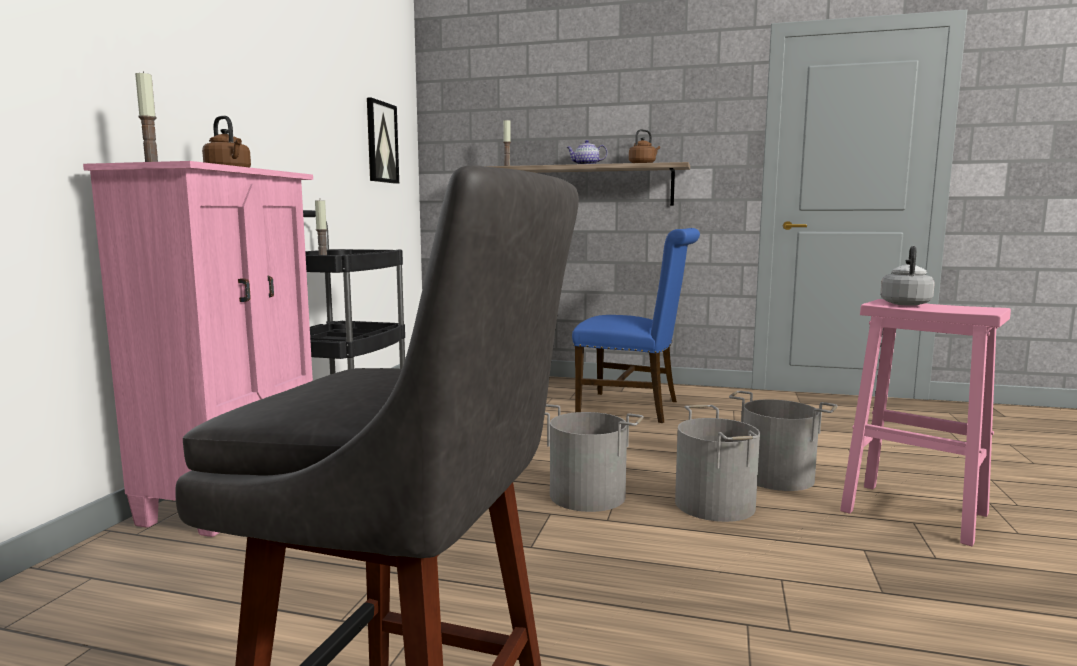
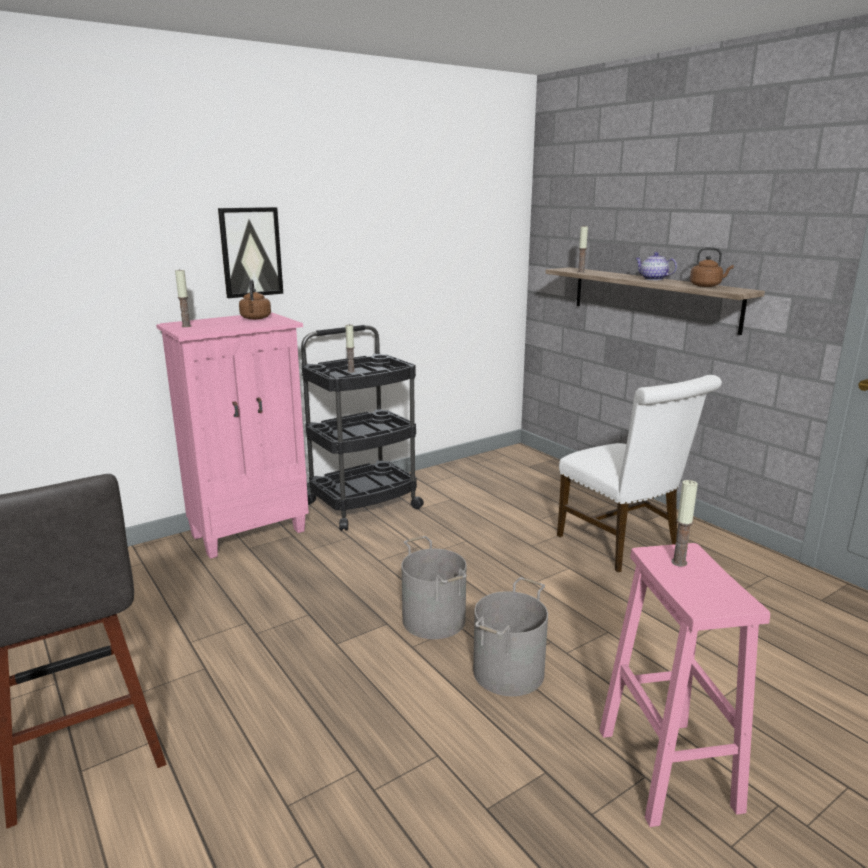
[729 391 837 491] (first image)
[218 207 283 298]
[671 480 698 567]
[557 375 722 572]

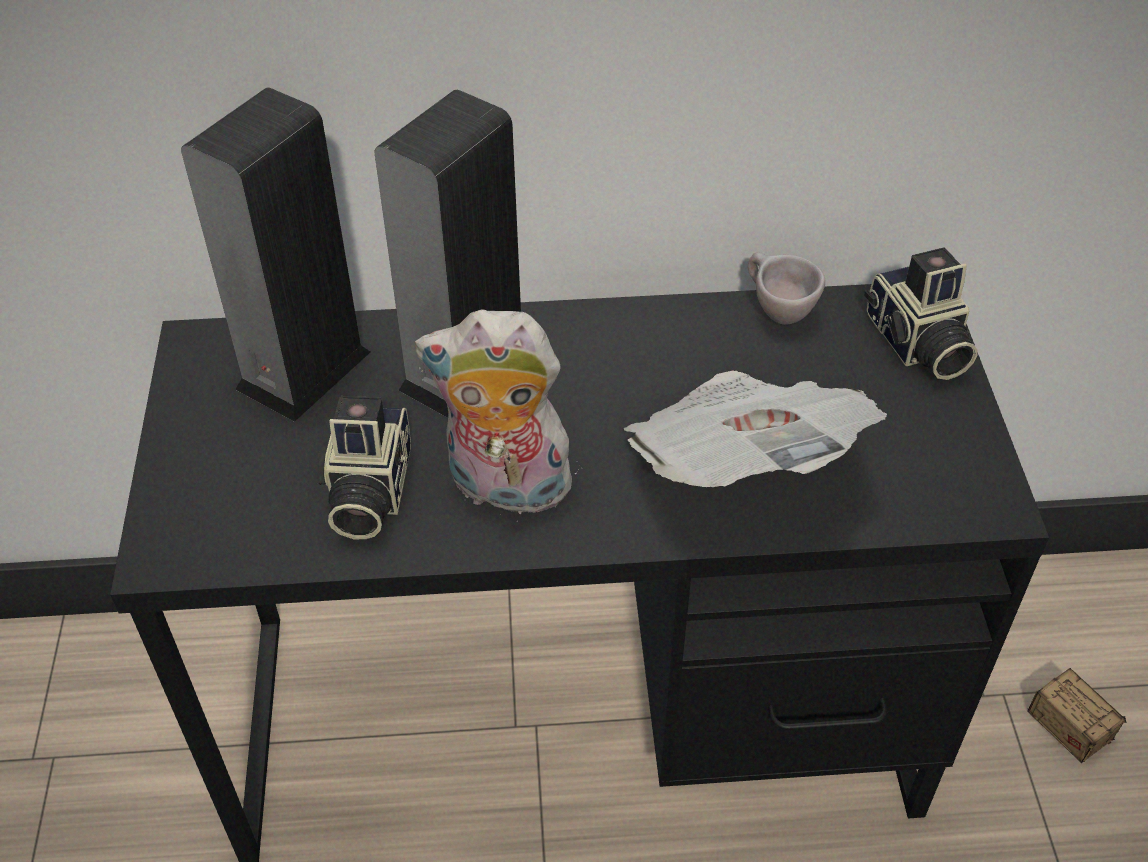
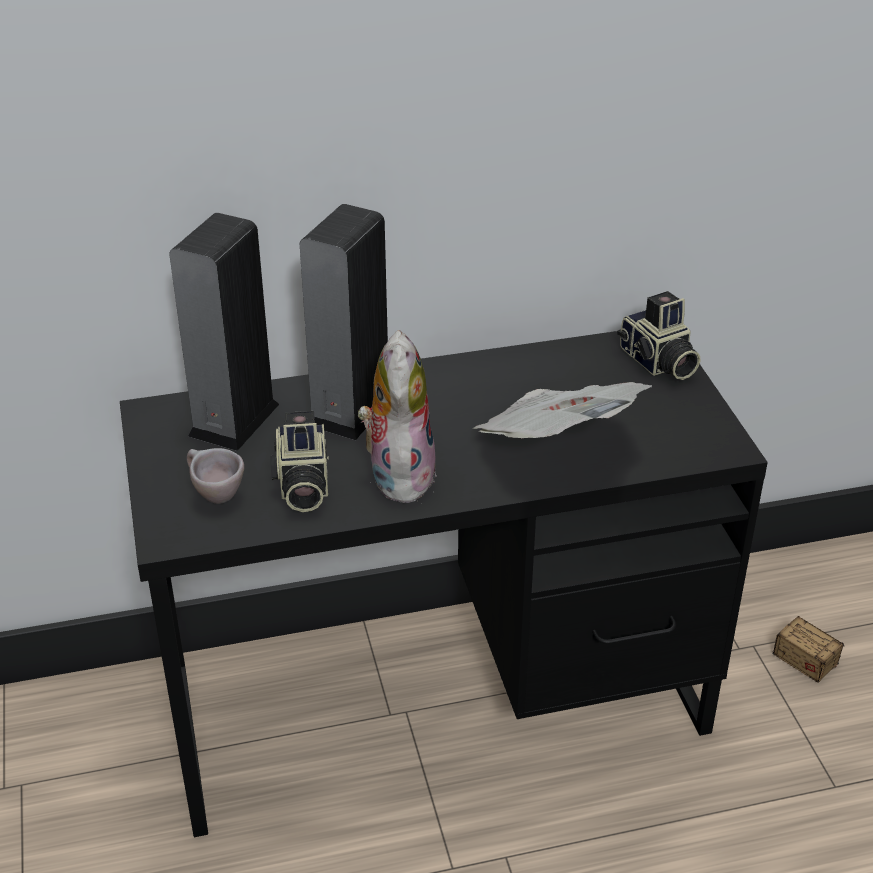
[187 448 244 504]
[358 330 437 504]

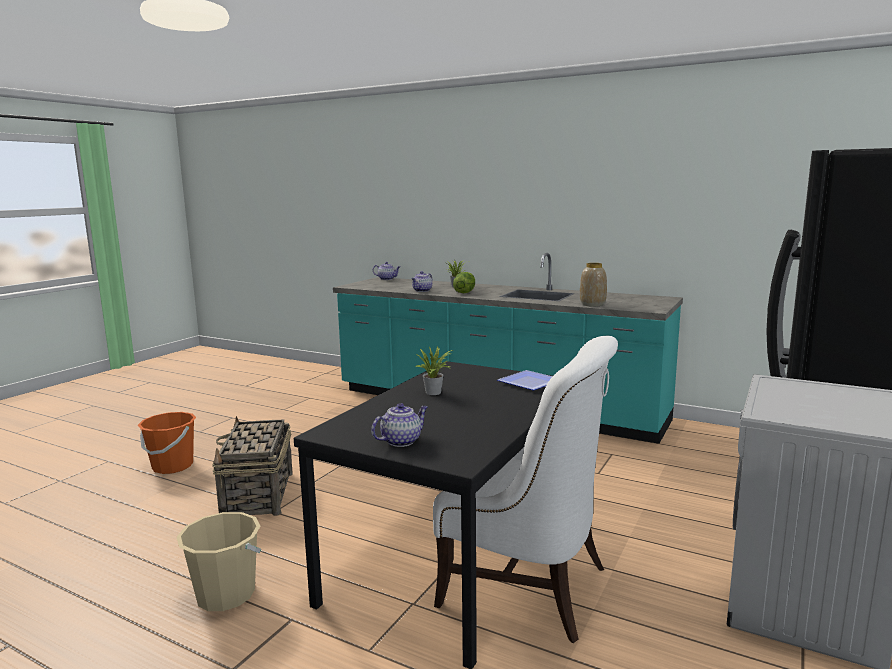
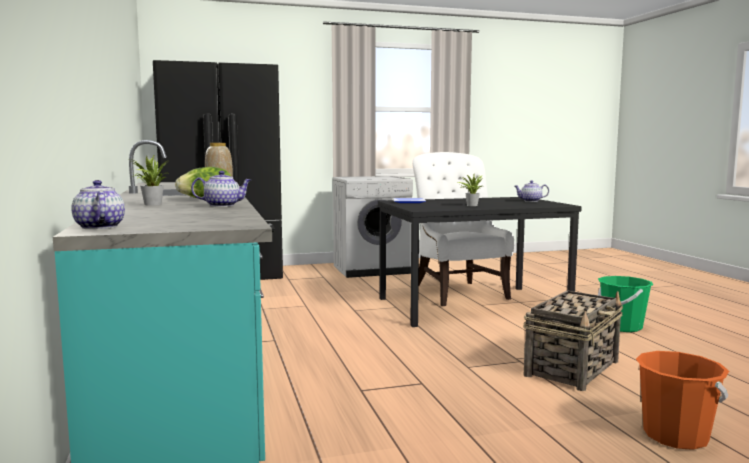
[598 276 654 332]

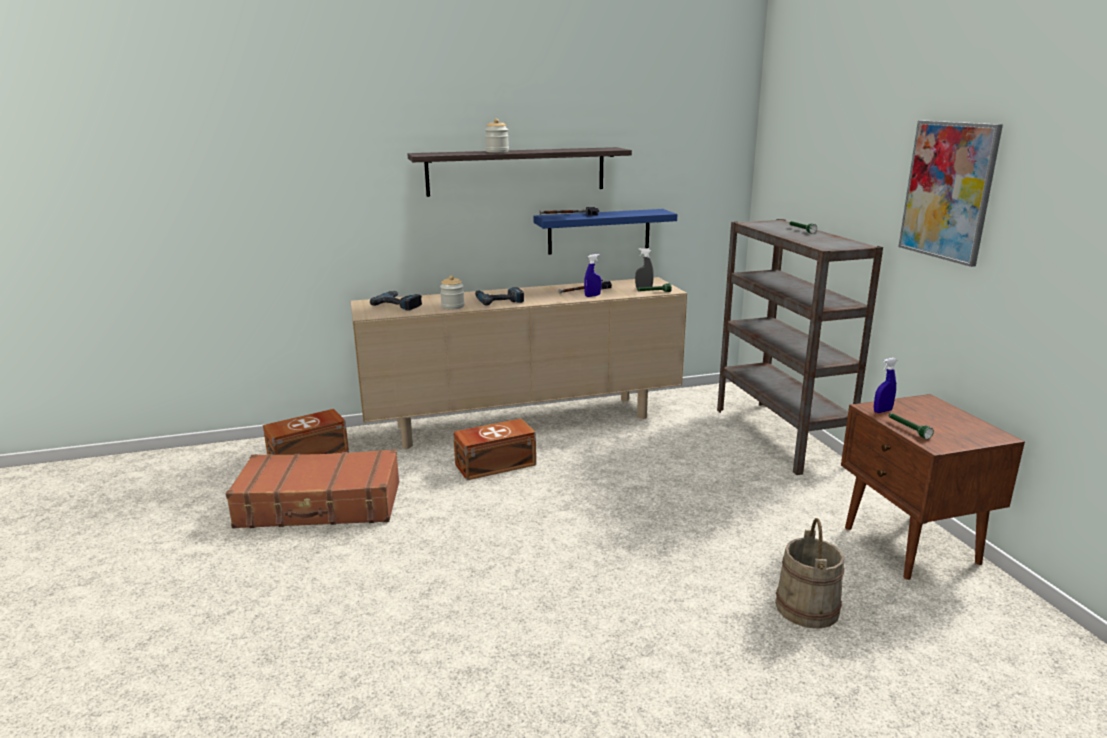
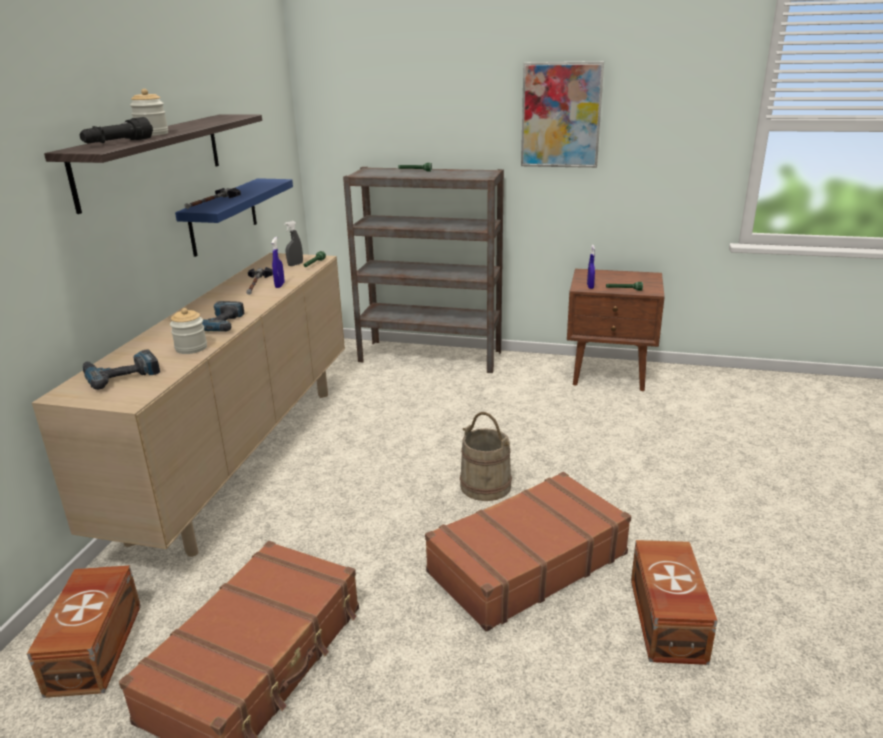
[80 117 153 144]
[425 472 631 632]
[631 540 718 665]
[460 412 512 501]

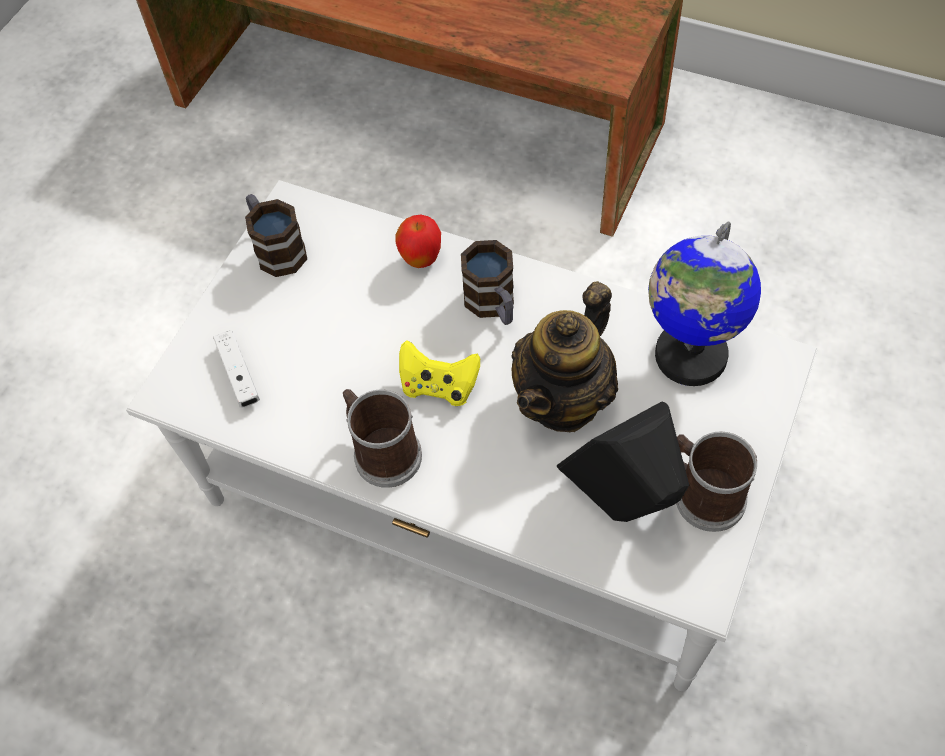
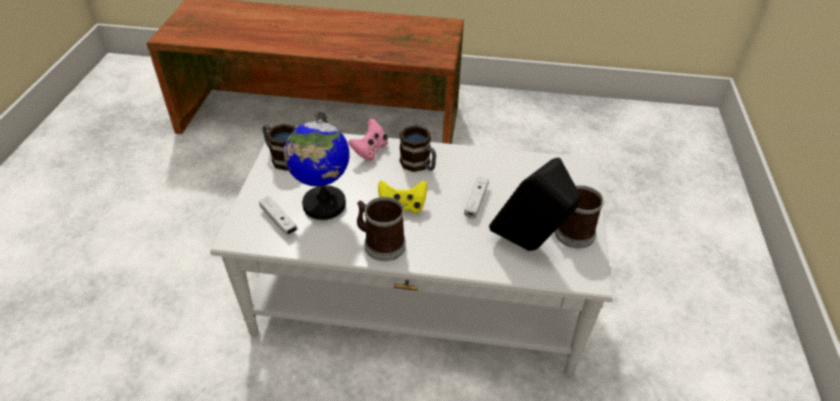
[284 111 350 220]
[348 119 388 161]
[464 177 489 219]

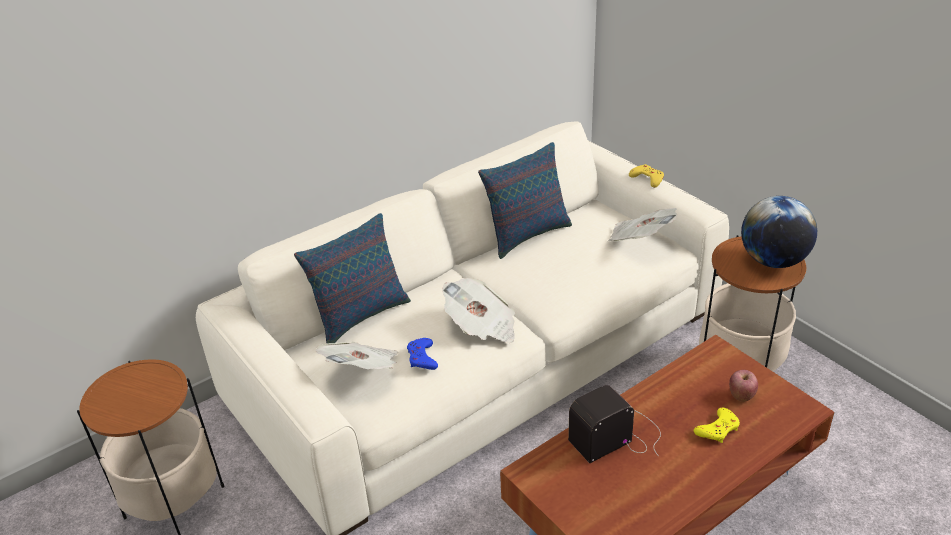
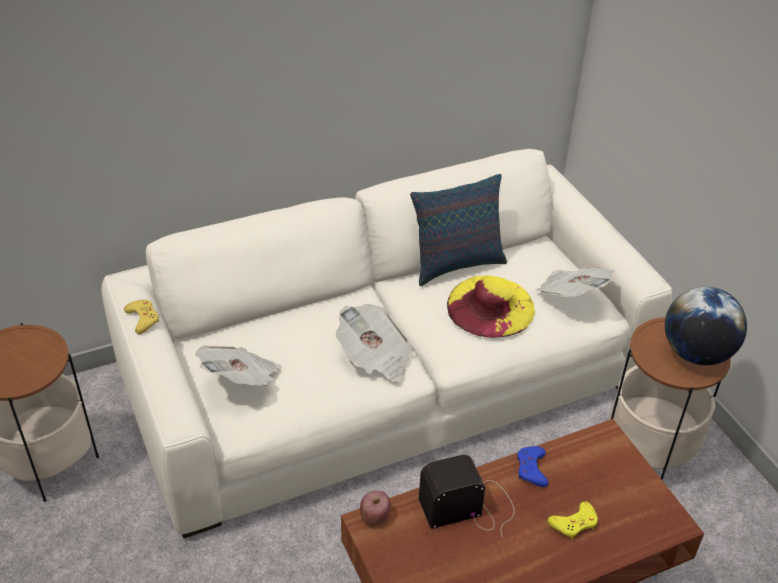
[294 213 411 343] (first image)
[447 276 535 338]
[517 446 549 487]
[124 300 159 334]
[360 491 391 526]

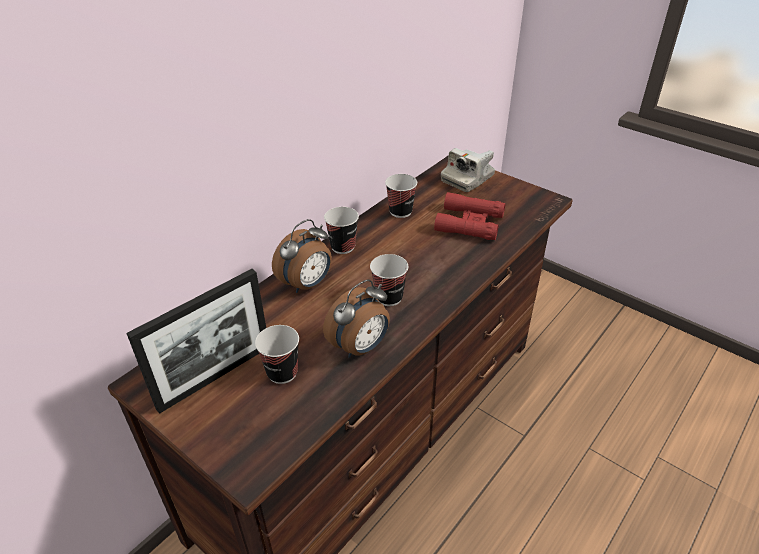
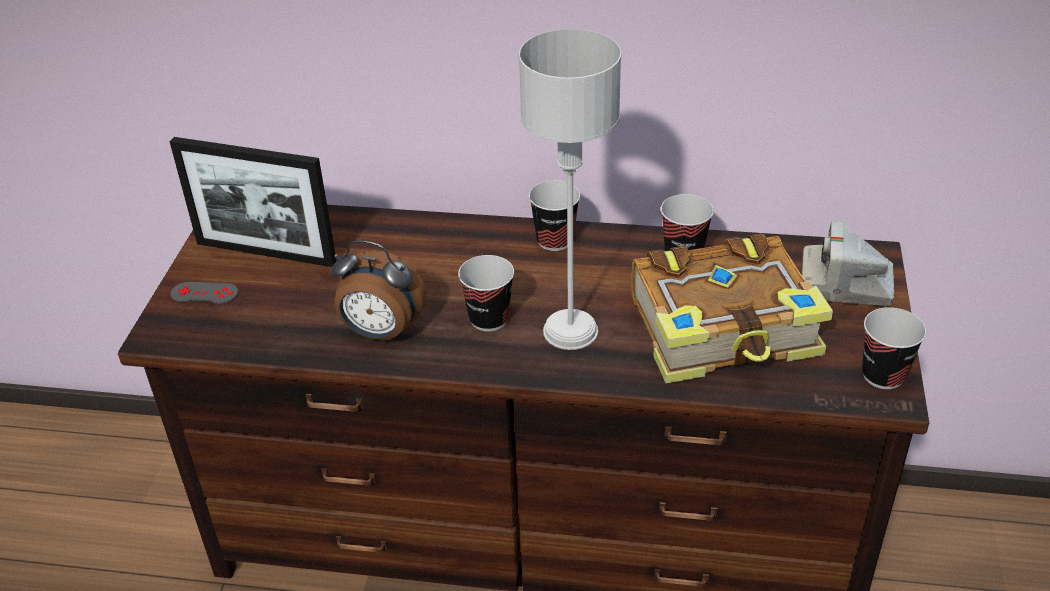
[272 219 332 293] (first image)
[170 282 238 304]
[519 29 621 350]
[862 307 926 389]
[631 233 833 383]

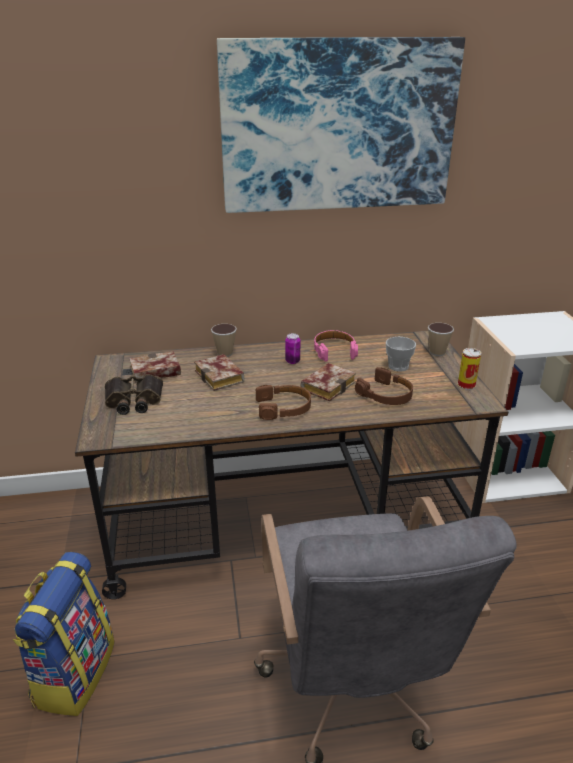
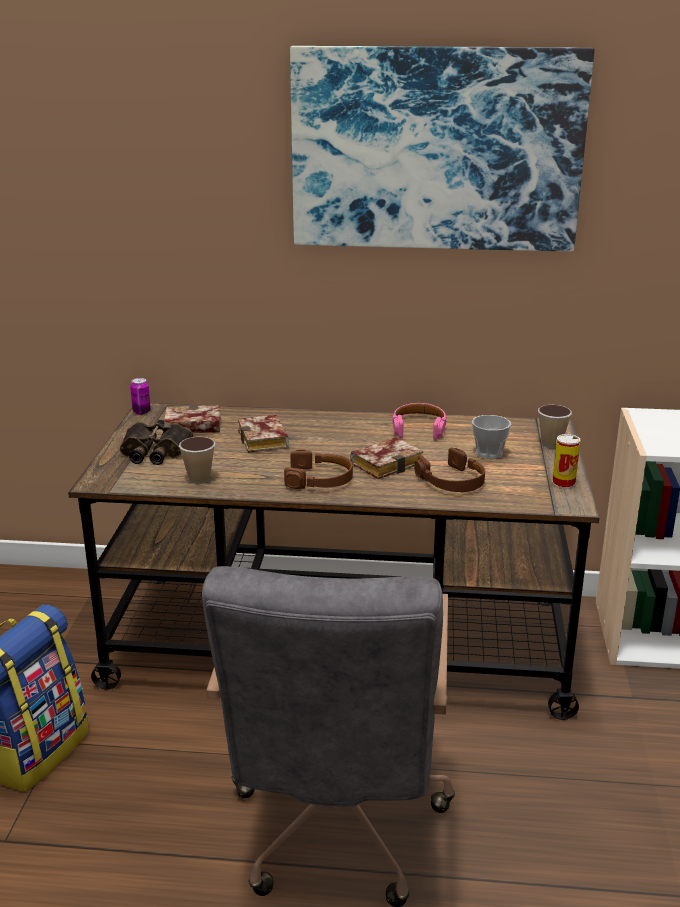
[179 437 215 484]
[130 378 151 415]

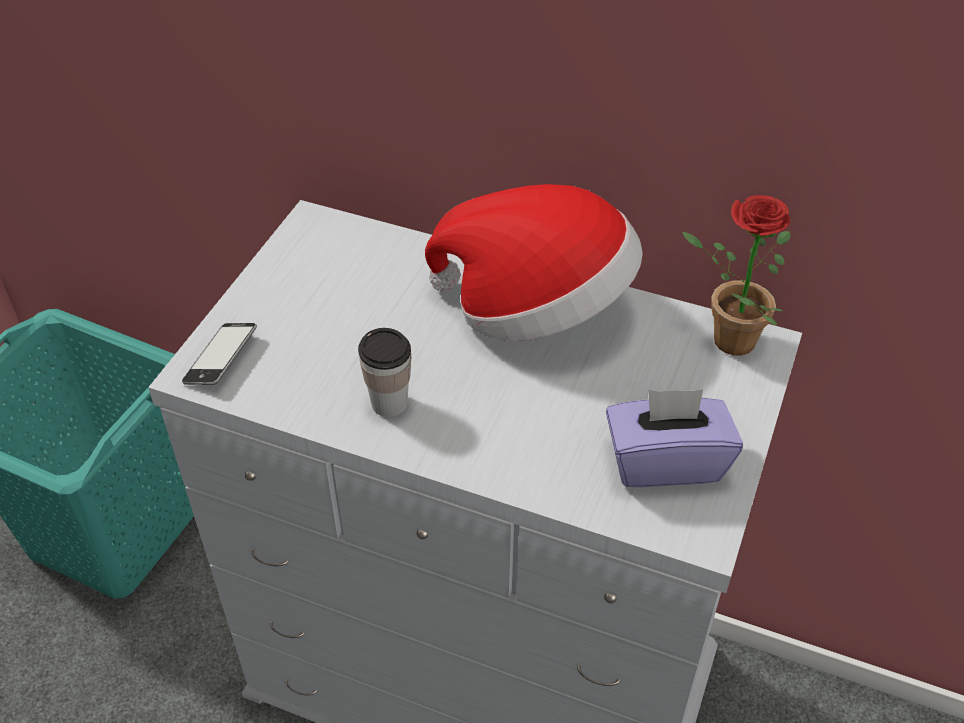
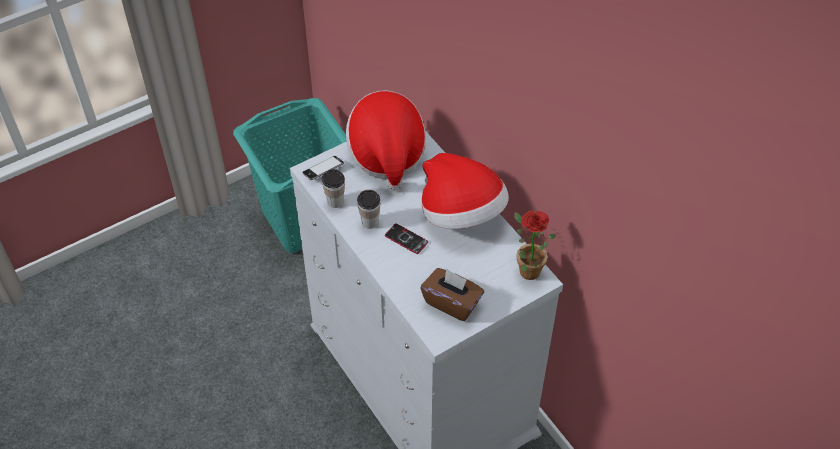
[322 169 345 208]
[346 91 426 191]
[385 223 428 254]
[420 268 484 321]

